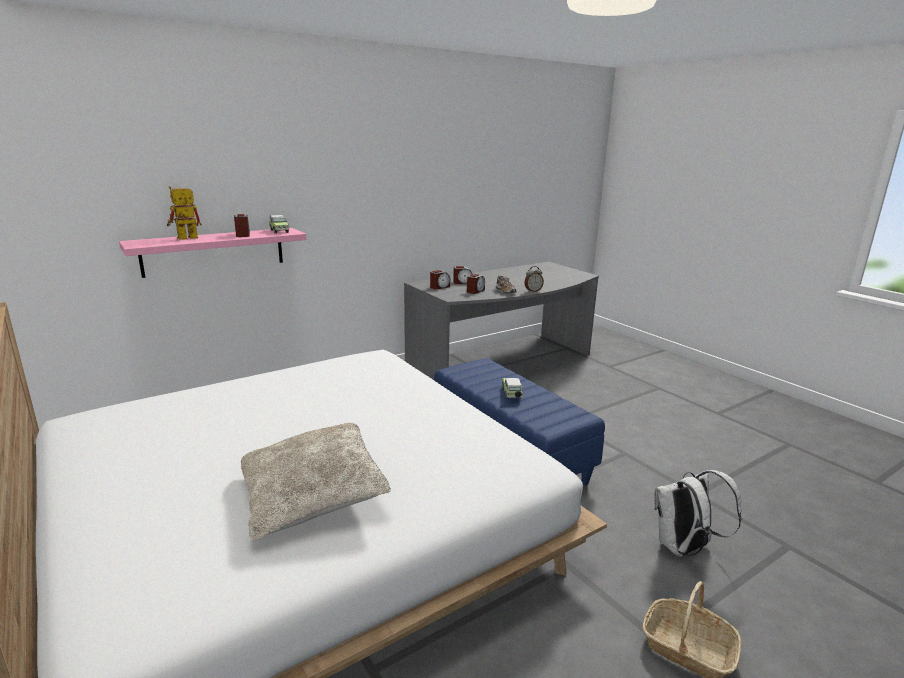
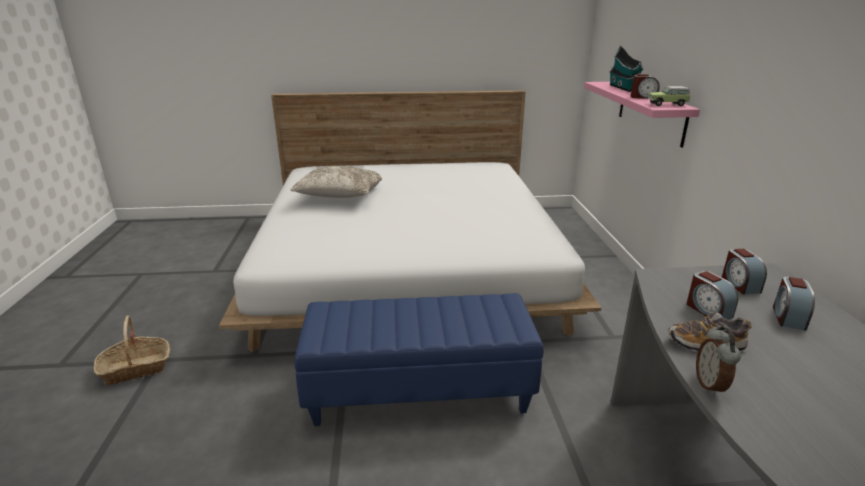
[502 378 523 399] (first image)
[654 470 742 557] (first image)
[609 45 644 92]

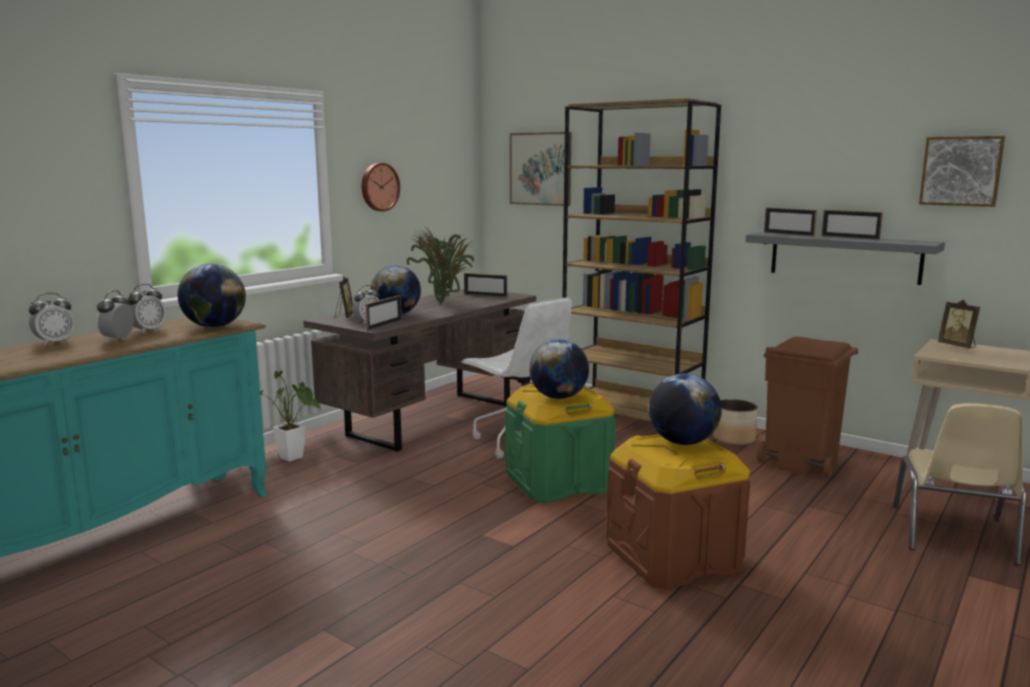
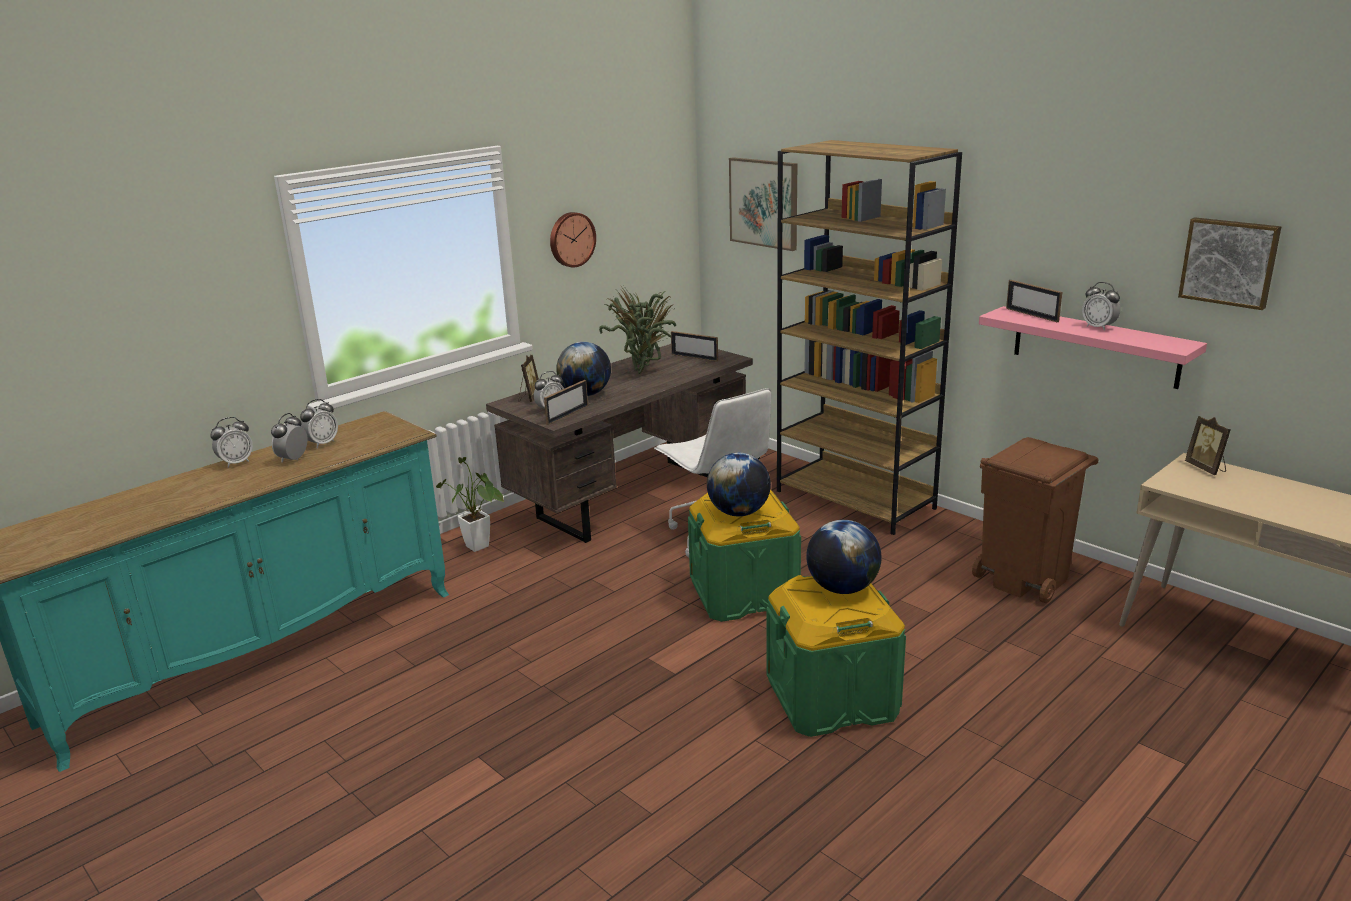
[178 264 246 327] (first image)
[713 399 758 445] (first image)
[893 403 1027 566] (first image)
[1082 282 1121 331]
[766 575 906 737]
[979 306 1207 389]

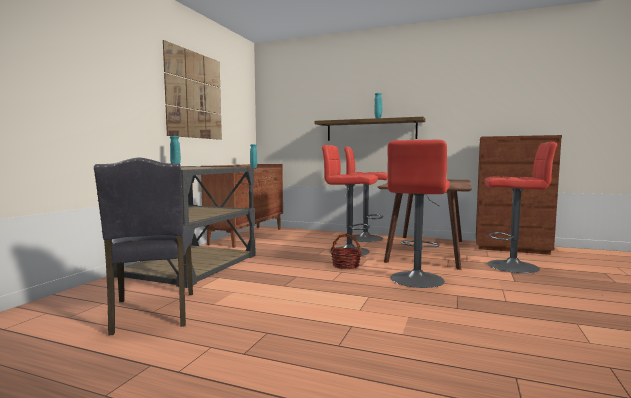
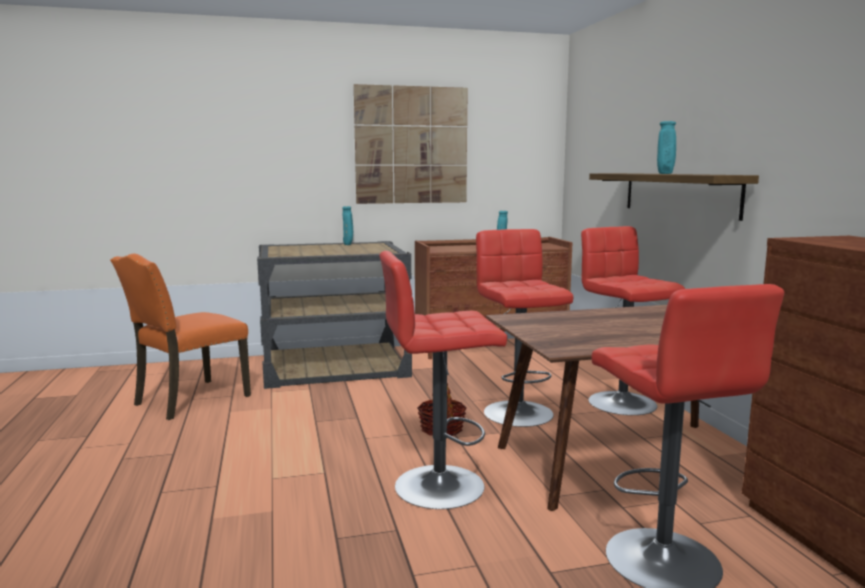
[110 254 251 420]

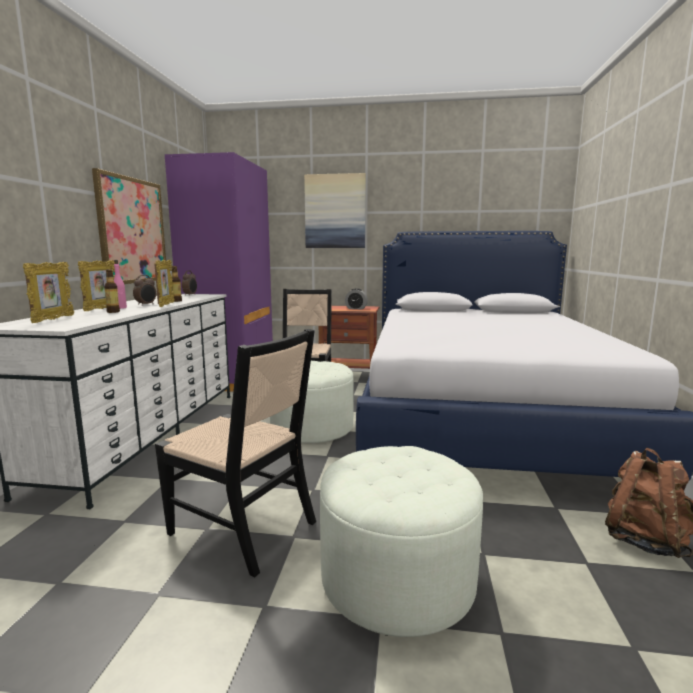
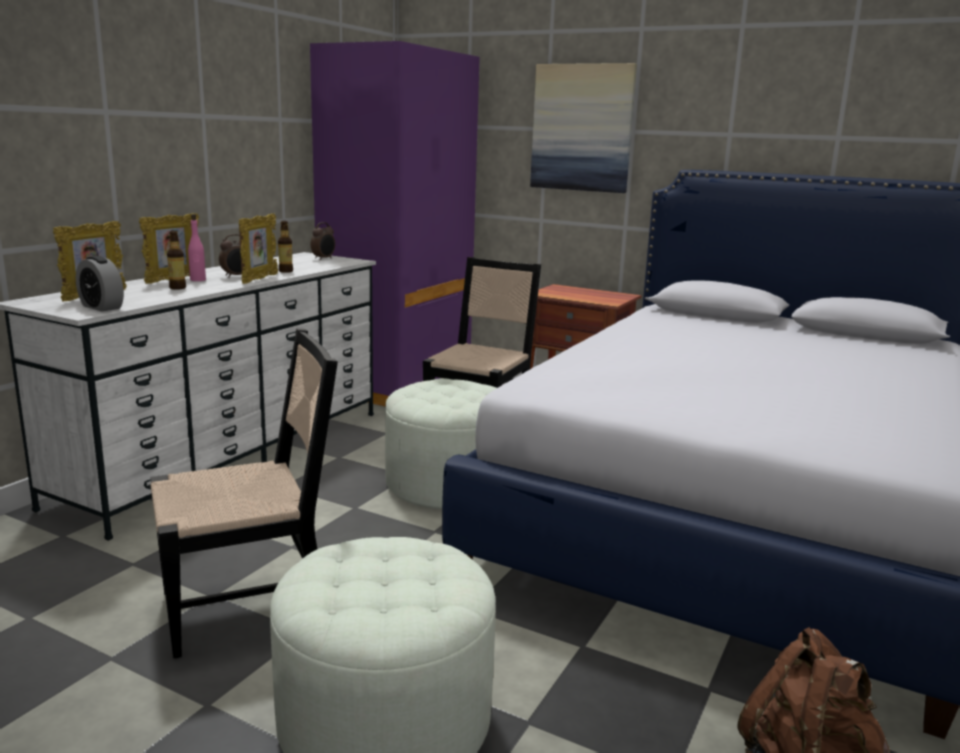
[92 168 166 284] (first image)
[76 256 124 311]
[151 328 338 659]

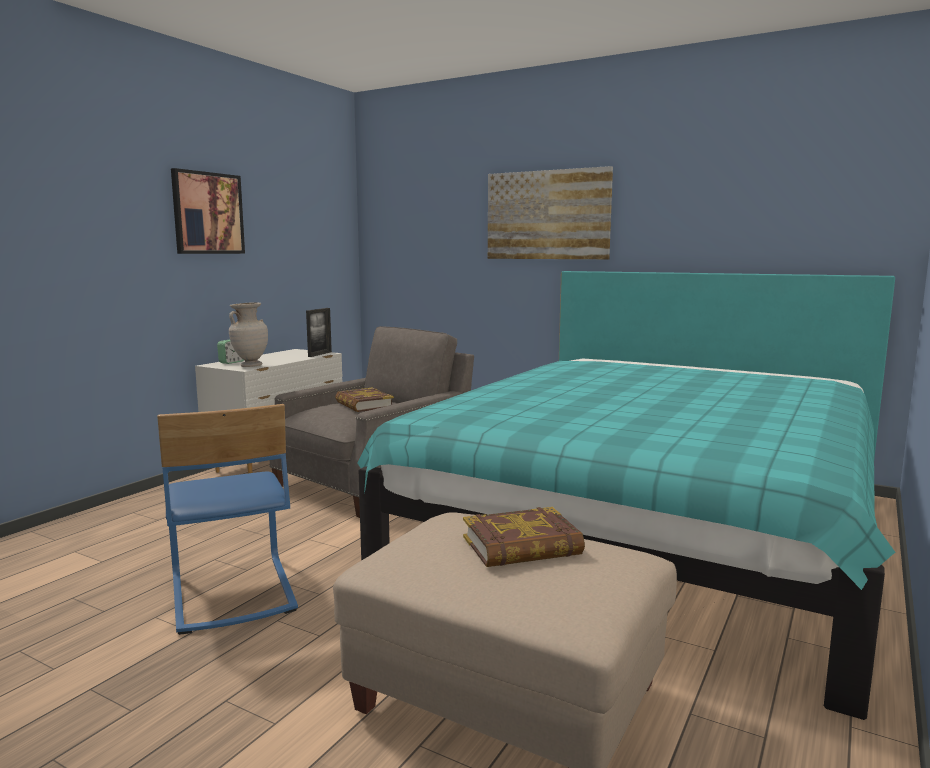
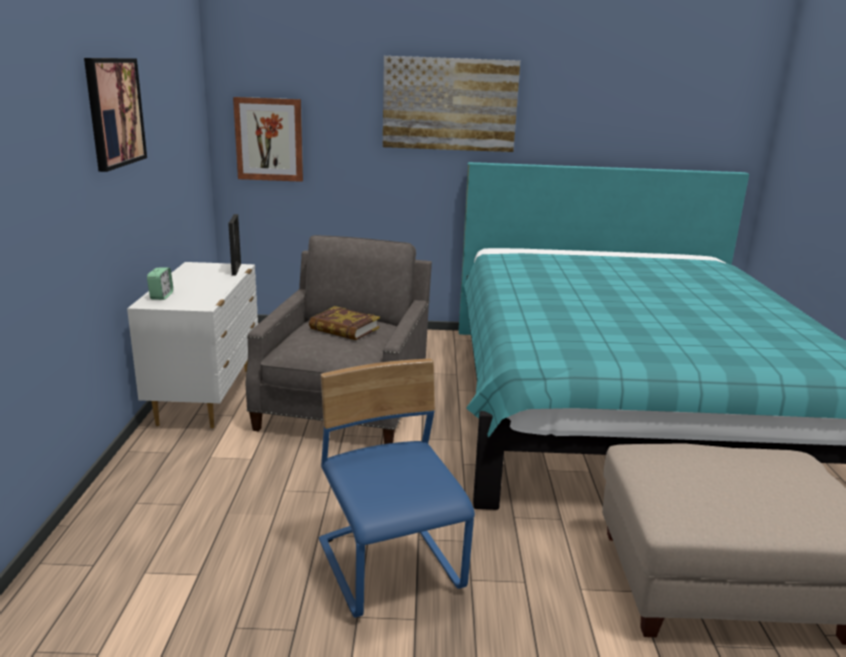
[229 302 268 367] (first image)
[463 507 585 567] (first image)
[233 97 303 182]
[319 359 475 618]

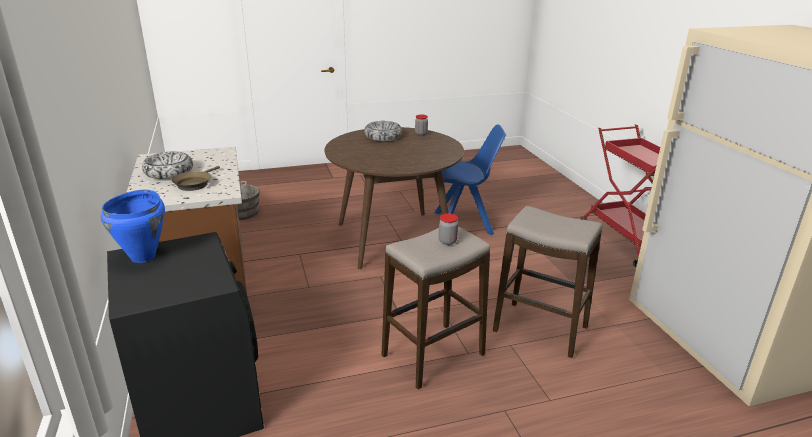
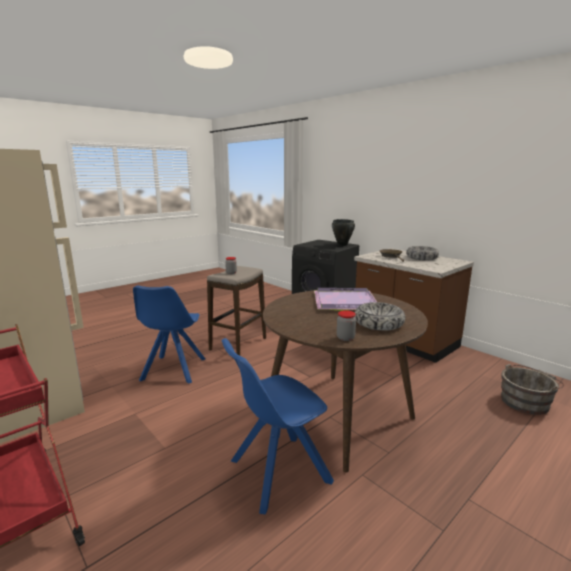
[314 288 377 311]
[133 285 205 384]
[332 219 355 246]

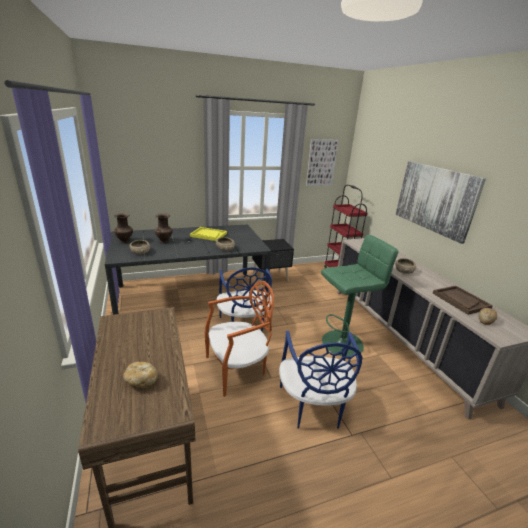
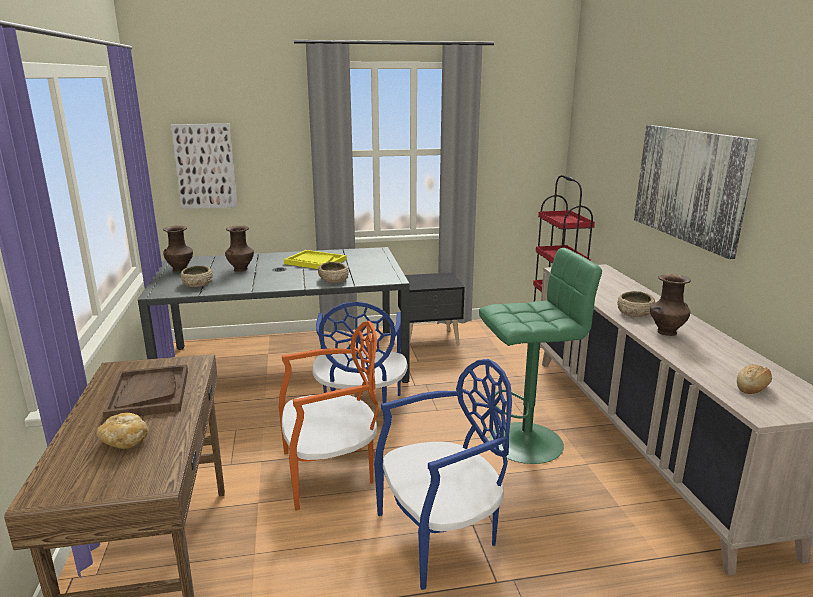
[650 274 691 336]
[171 124 238 209]
[103 364 188 420]
[374 359 512 590]

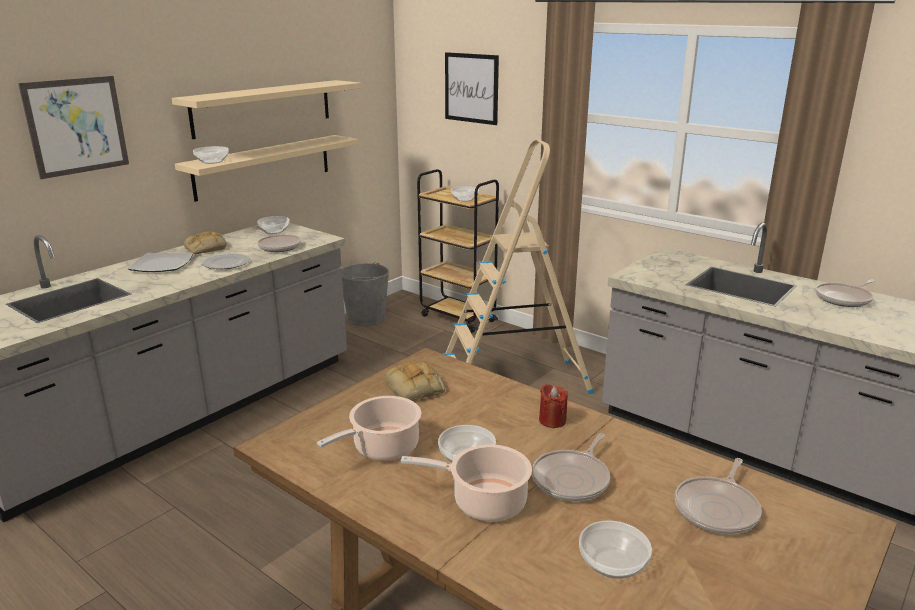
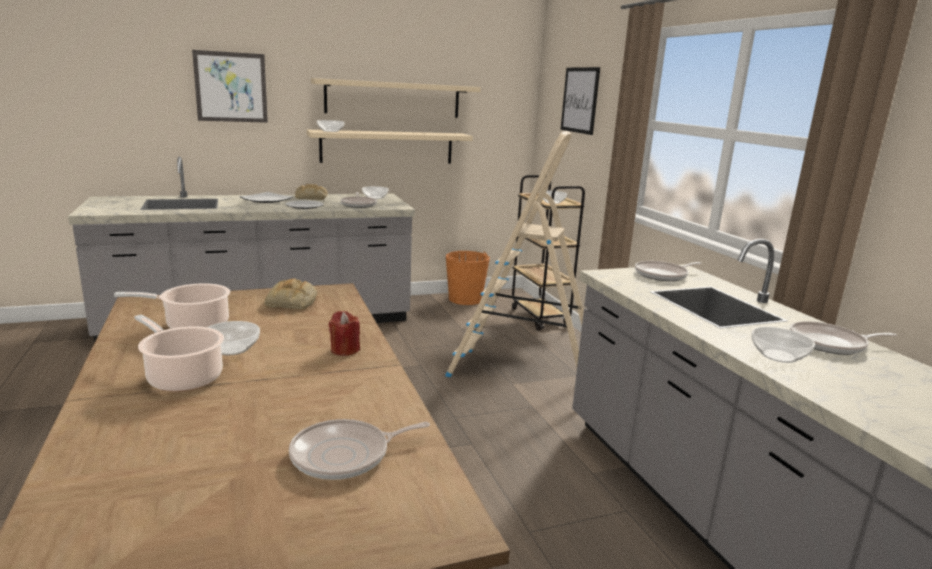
[635 261 701 281]
[751 327 815 363]
[446 251 490 305]

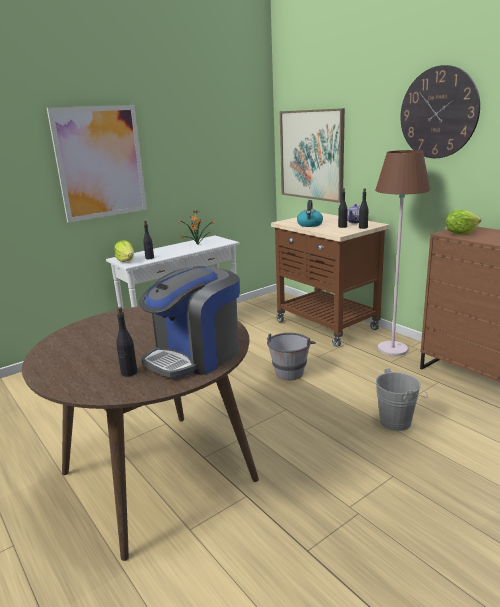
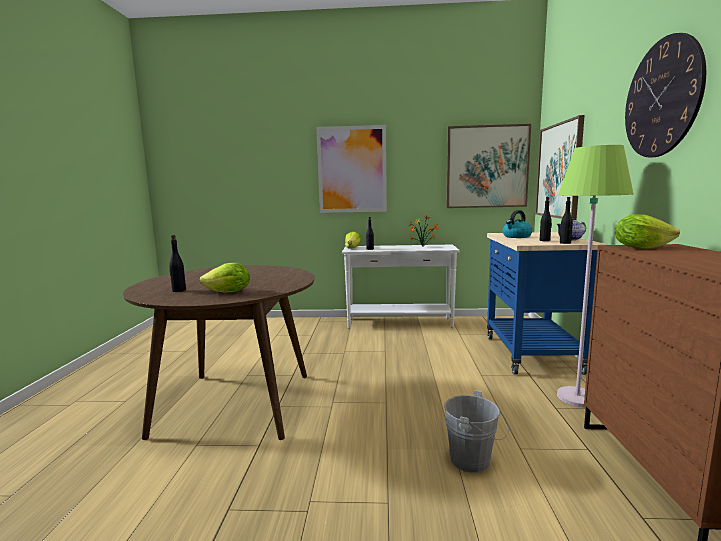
[267 333 316 380] (first image)
[446 124 531 208]
[200 262 250 293]
[487 232 607 375]
[557 145 633 408]

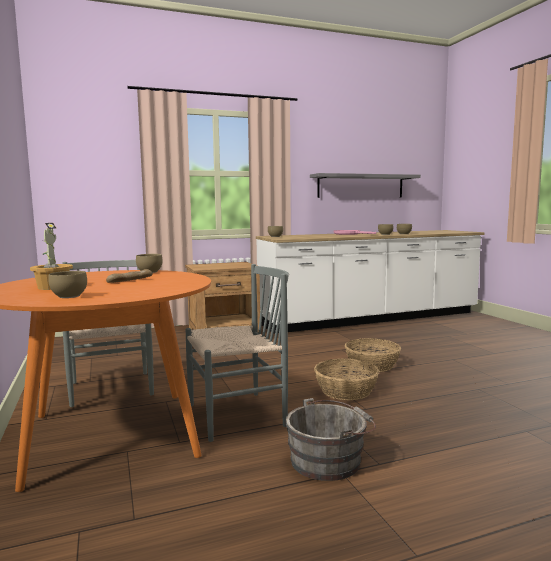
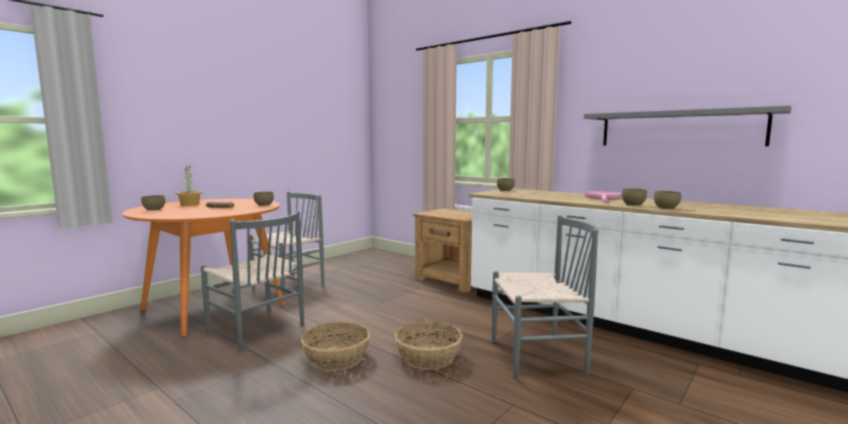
[285 398 376 481] (first image)
[492 215 599 379]

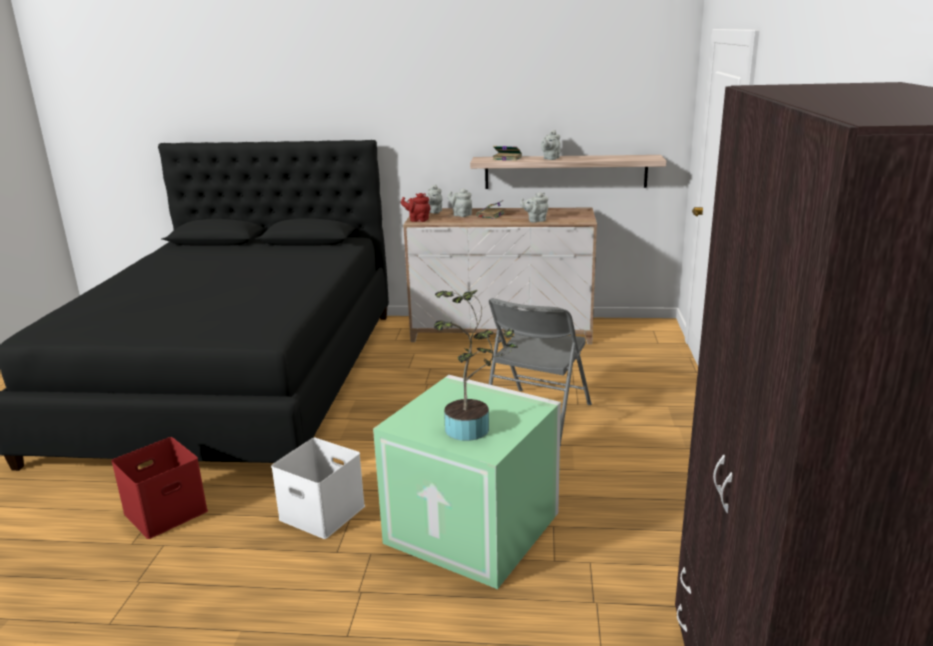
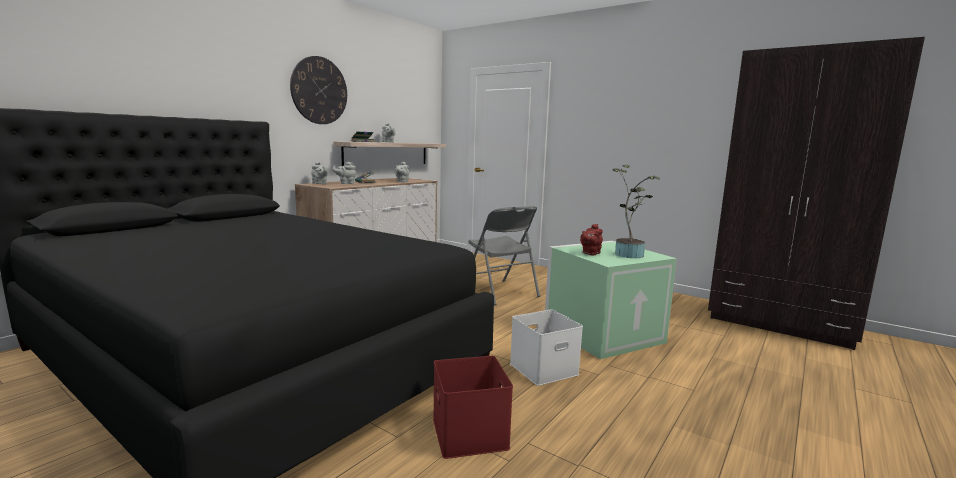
[290 56 347 124]
[580 224 603 255]

